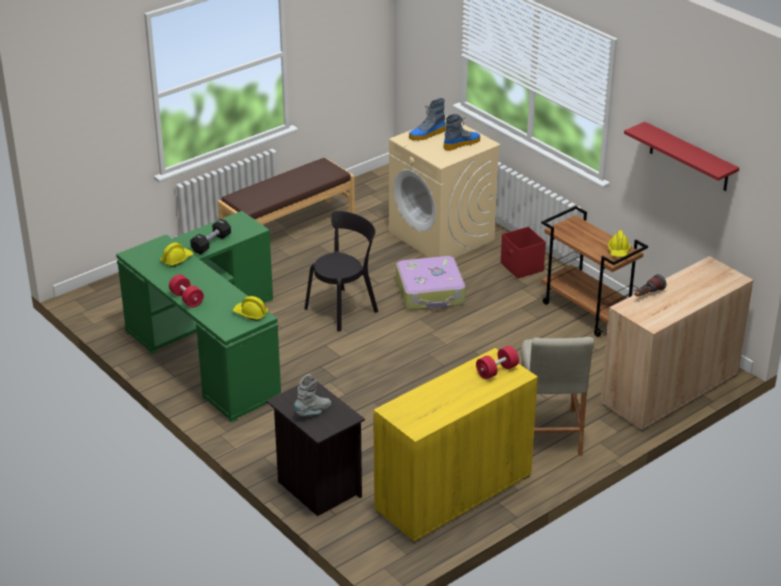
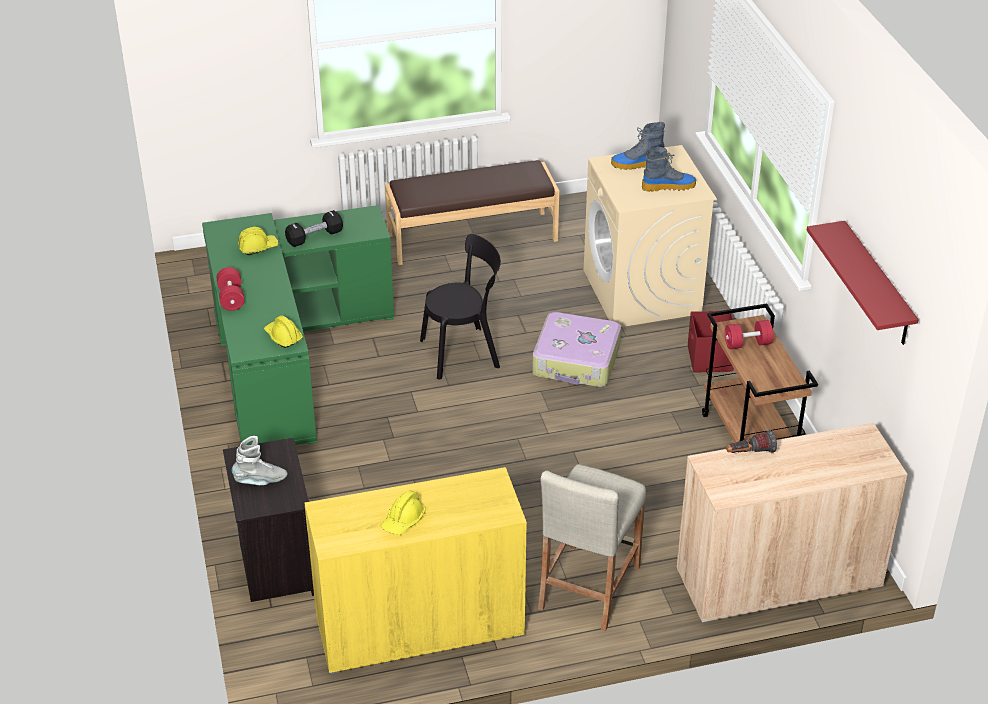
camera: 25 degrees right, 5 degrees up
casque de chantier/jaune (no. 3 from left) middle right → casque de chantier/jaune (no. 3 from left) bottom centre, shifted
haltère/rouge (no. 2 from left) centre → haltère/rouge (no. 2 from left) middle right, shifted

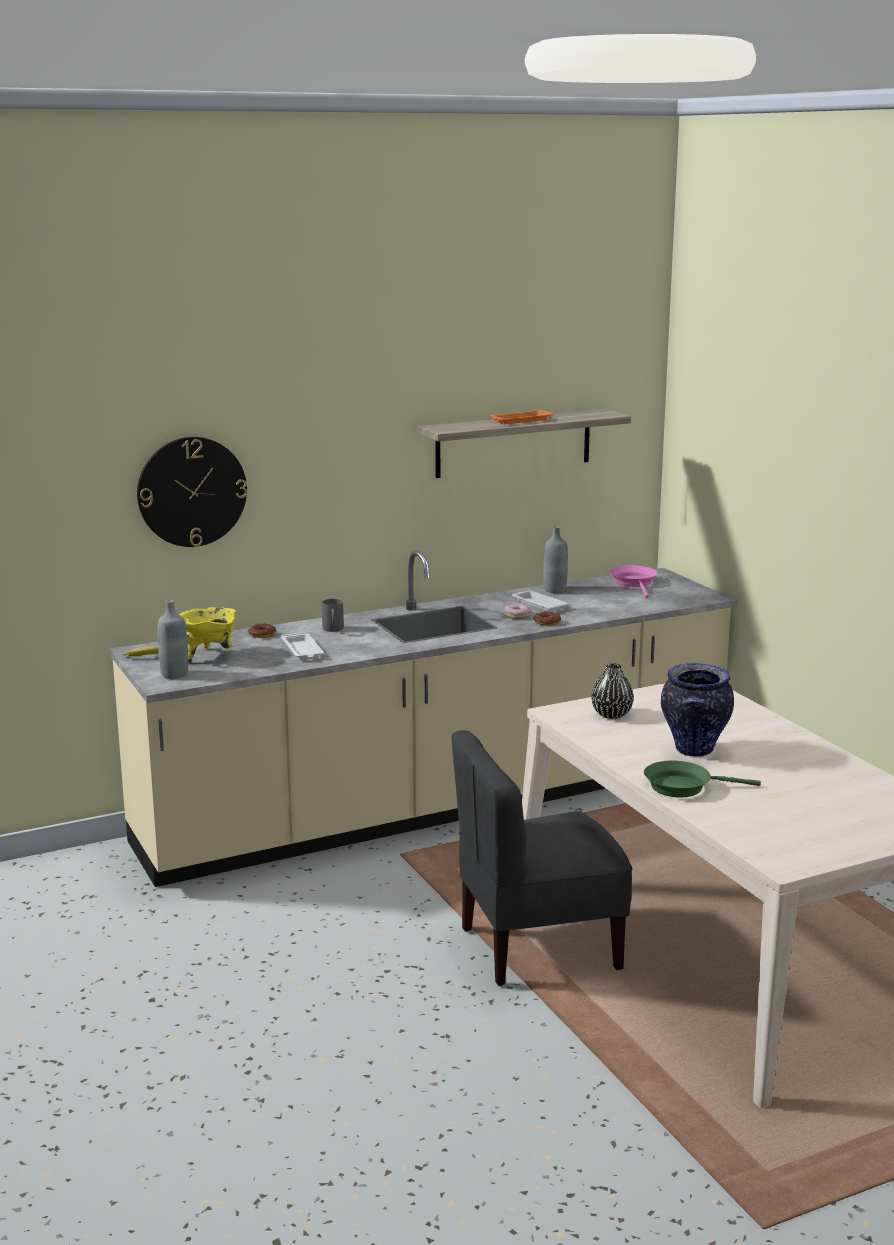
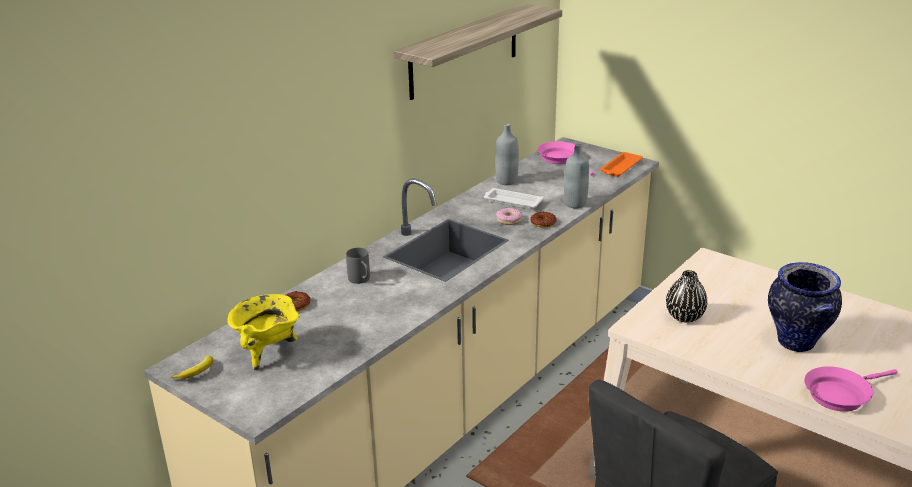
camera: 25 degrees left, 10 degrees up
bouteille/gris (no. 1 from left in the first image) middle left → bouteille/gris (no. 2 from left) centre, shifted
plateau/orange centre → plateau/orange middle right, shifted
poêle/vert middle right → poêle/rose (no. 2 from left) bottom right
horloge murale middle left → -
plateau/blanc (no. 1 from left) centre → -

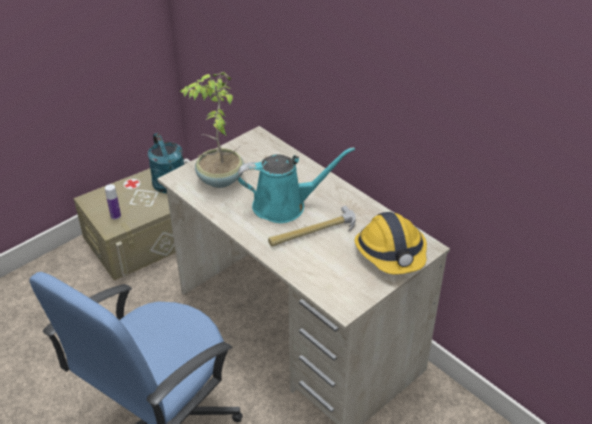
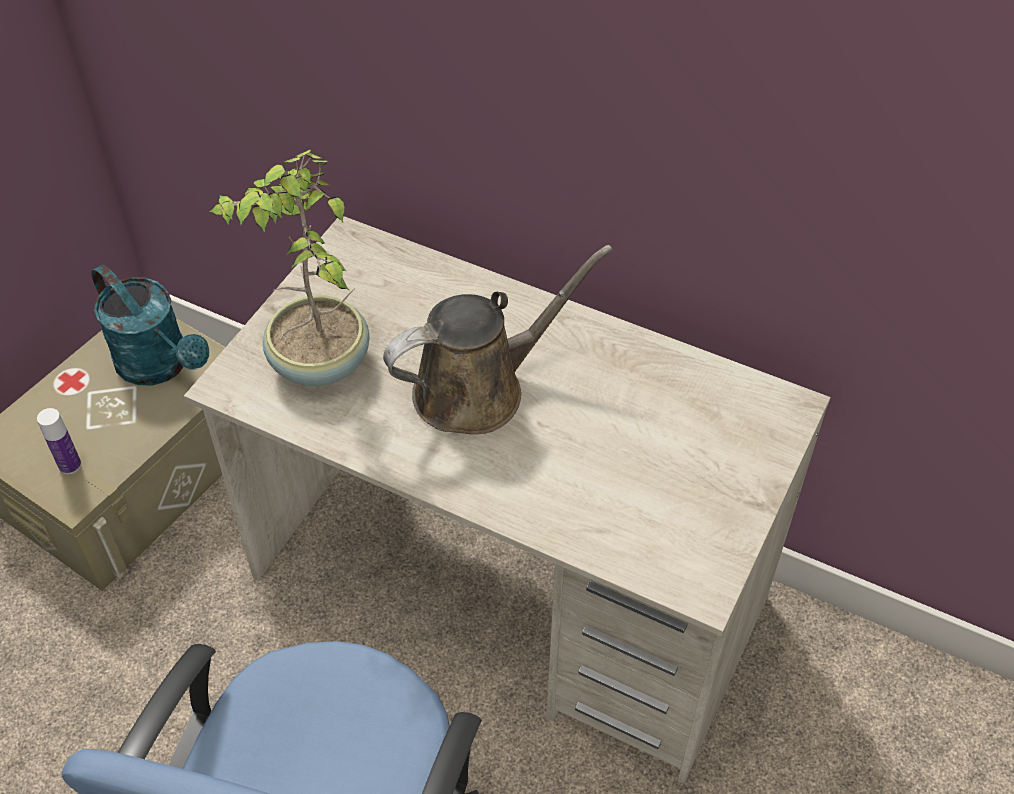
camera: 20 degrees left, 10 degrees up
arrosoir/turquoise (no. 2 from left) centre → arrosoir/marron centre
marteau centre → -
casque de chantier centre → -

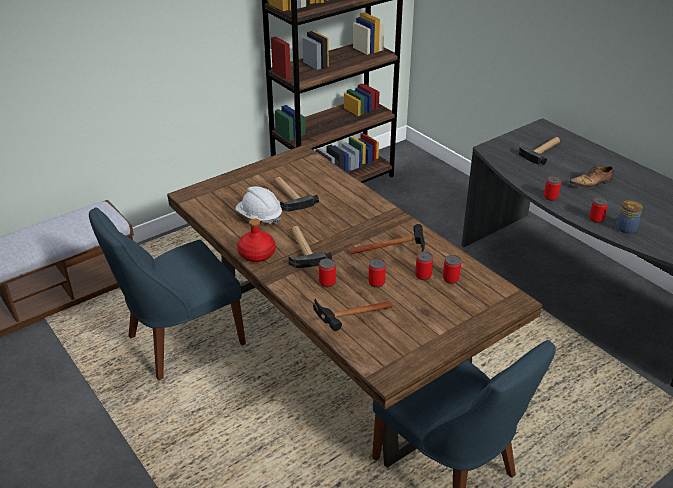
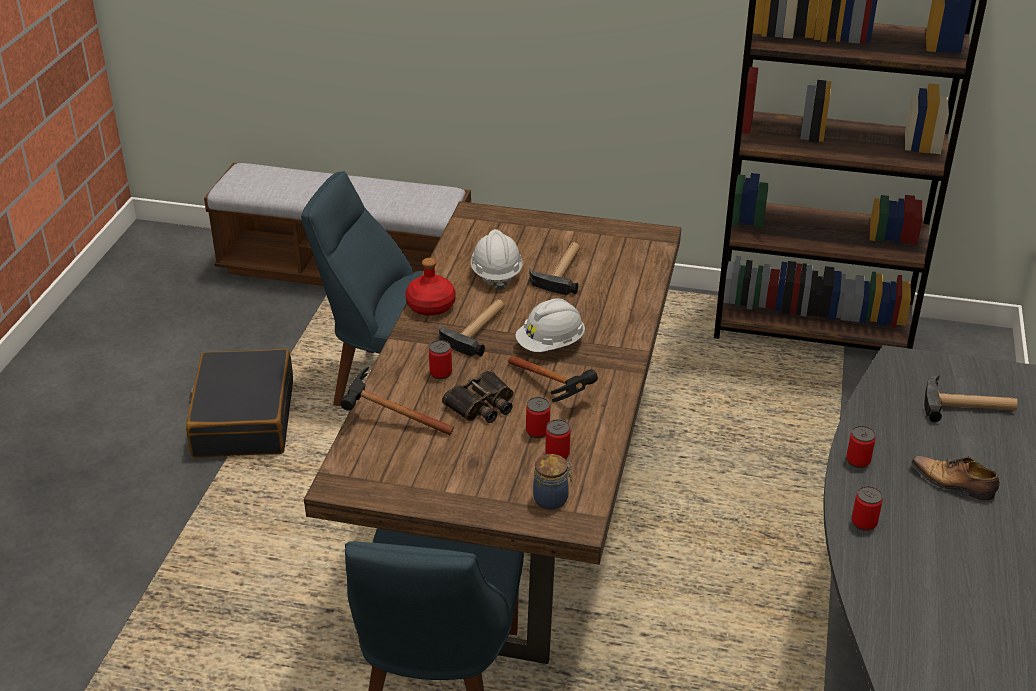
camera: 50 degrees right, 0 degrees up
- → valise/noir middle left
boîte métallique (no. 2 from left) centre → jumelles centre
- → casque de chantier/blanc (no. 2 from left) centre
bocal middle right → bocal bottom centre, shifted

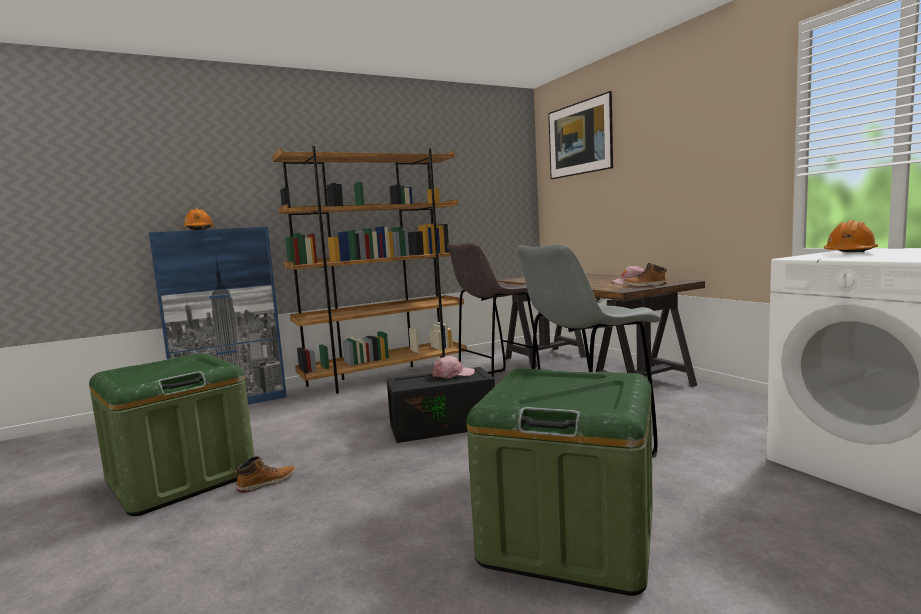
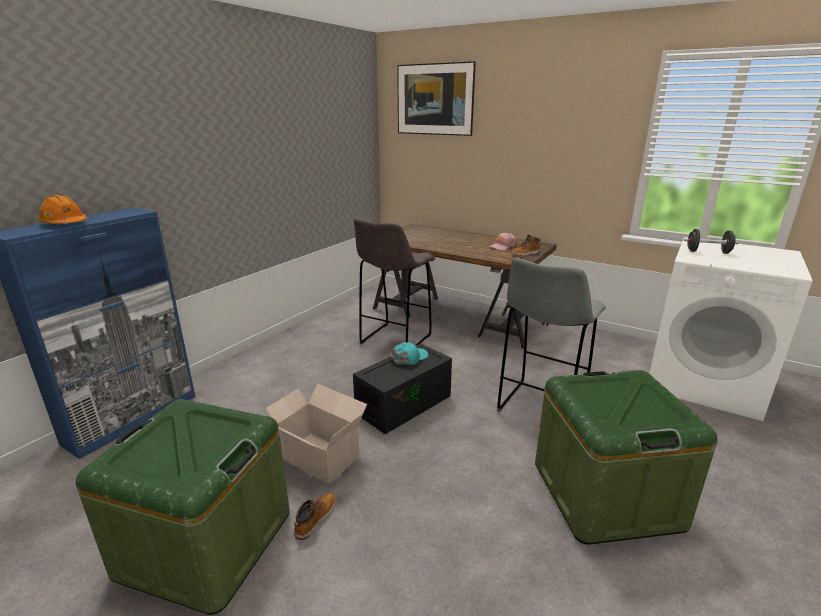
camera: 30 degrees left, 15 degrees up
- → carton bottom centre
casquette/rose (no. 1 from left) centre → casquette/turquoise centre
casque de chantier/orange (no. 2 from left) middle right → haltère/noir middle right
bibliothèque/marron centre → -

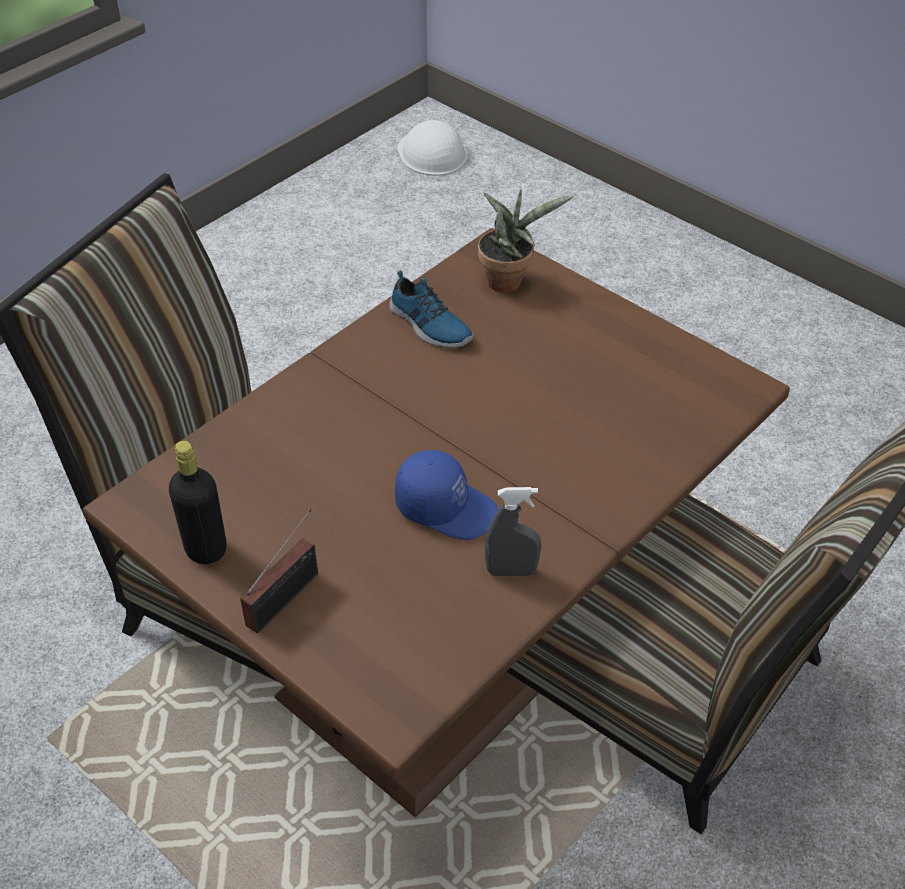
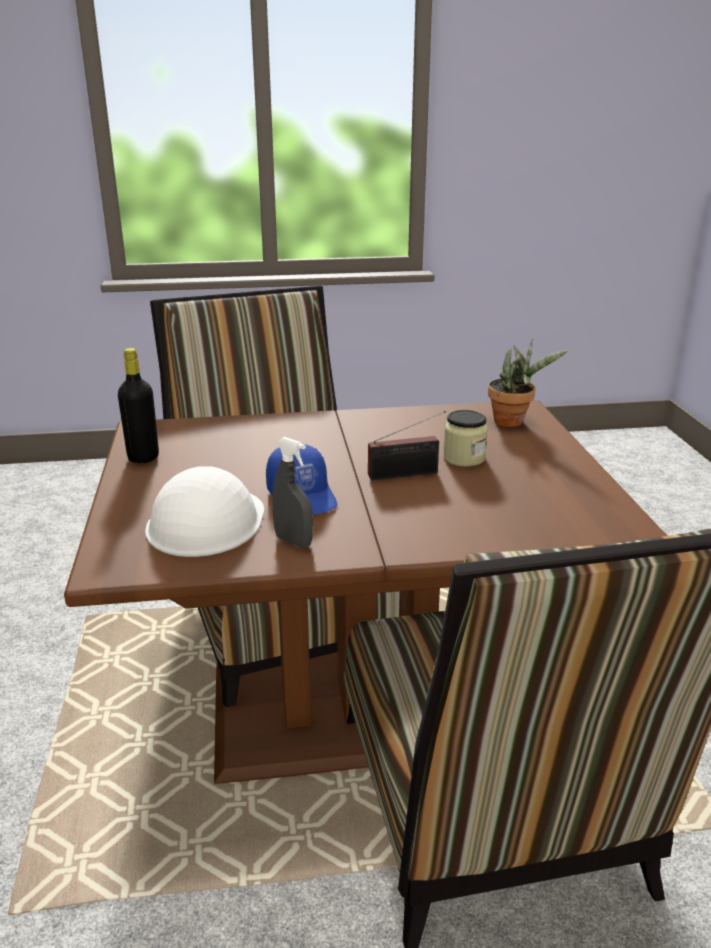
camera: 40 degrees right, 20 degrees down
casque de chantier/blanc top centre → casque de chantier/blanc middle left, shifted
radio middle left → radio centre, shifted
- → bocal centre
chaussure centre → -

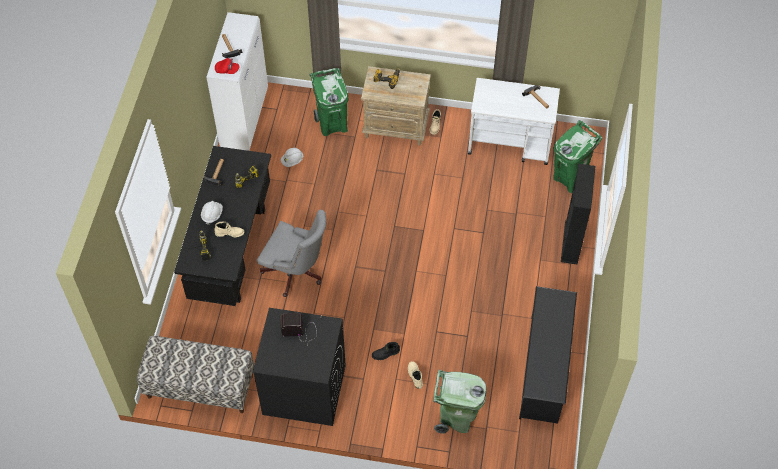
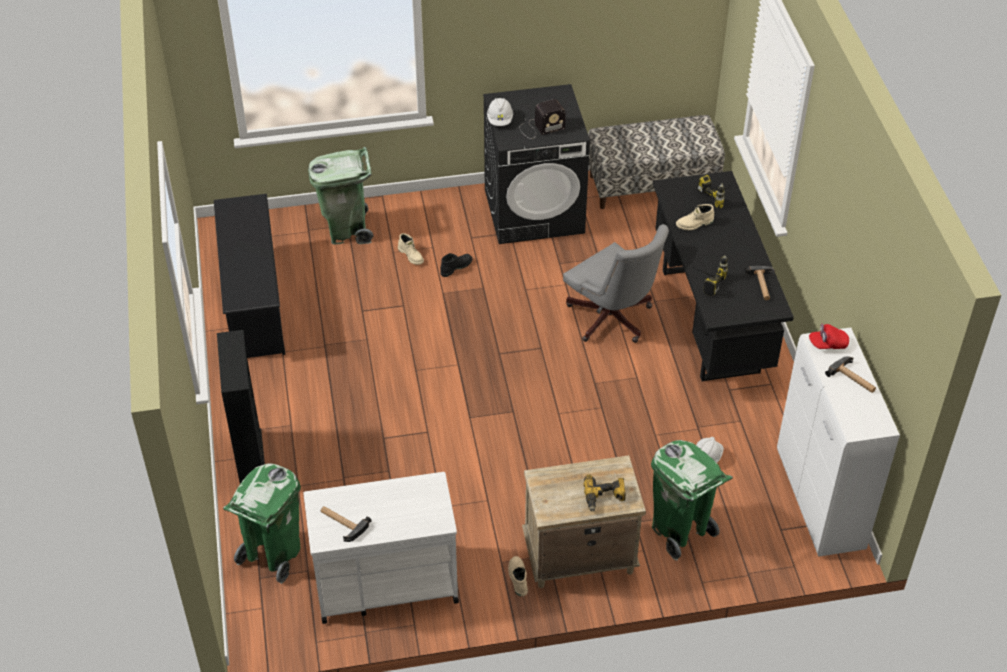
camera: 160 degrees right, 10 degrees down
casque de chantier/blanc (no. 1 from left) middle left → casque de chantier/blanc (no. 1 from left) top centre, shifted
chaise de bureau/gris centre, 135 degrees counterclockwise

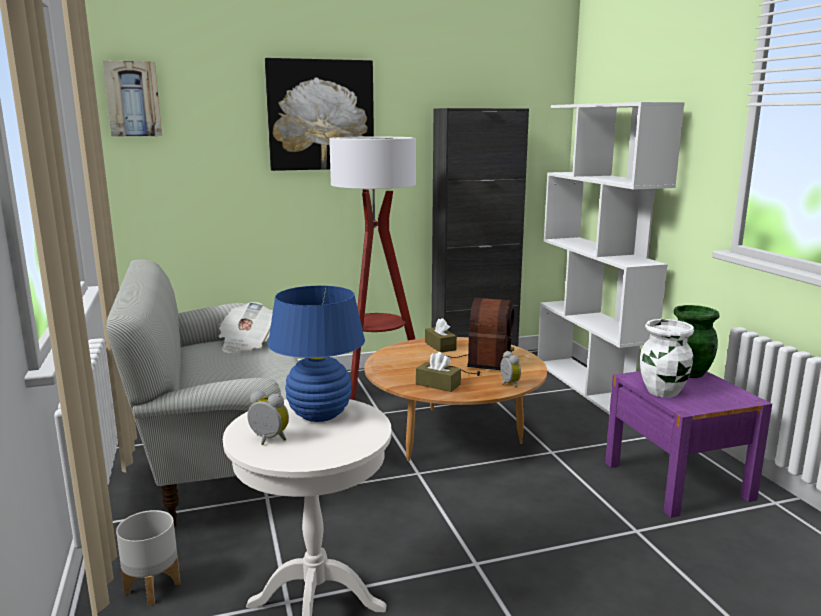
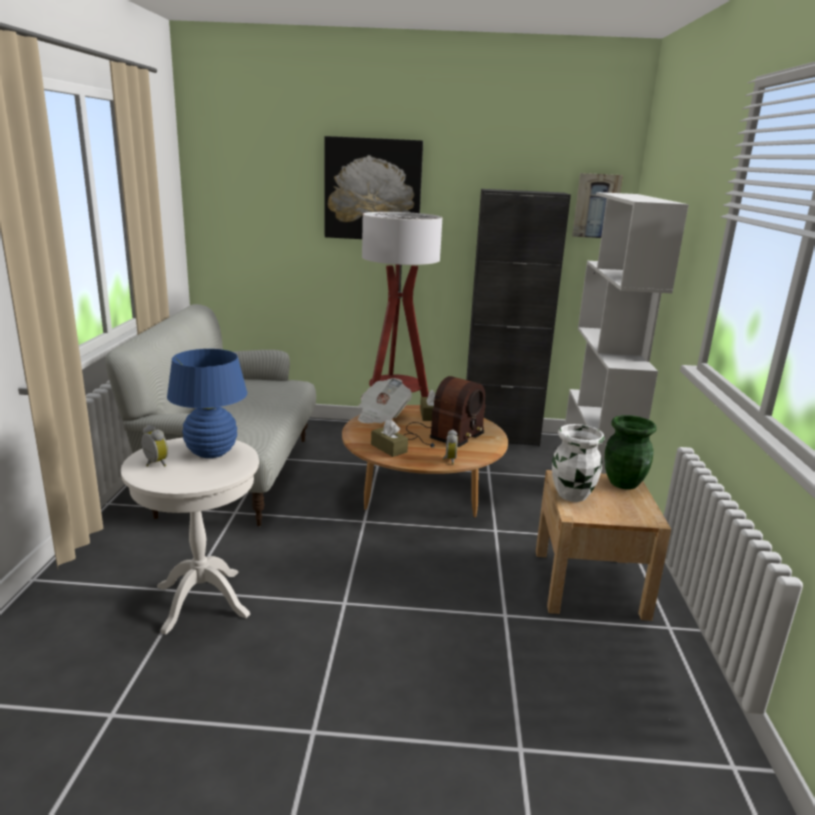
camera: 20 degrees right, 5 degrees up
journal middle left → journal centre, shifted
table de chevet/violet bottom right → table de chevet/beige bottom right
tableau (no. 1 from left in the first image) top left → tableau (no. 2 from left) top right, shifted
cache-pot/gris bottom left → -

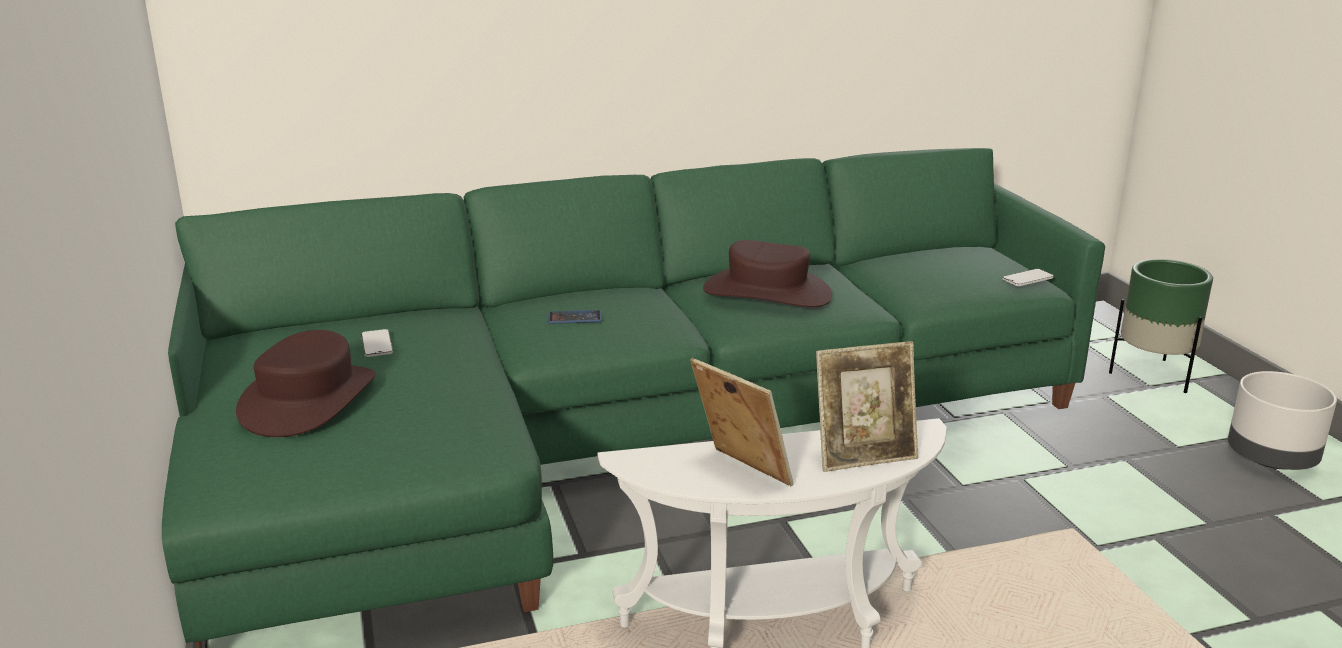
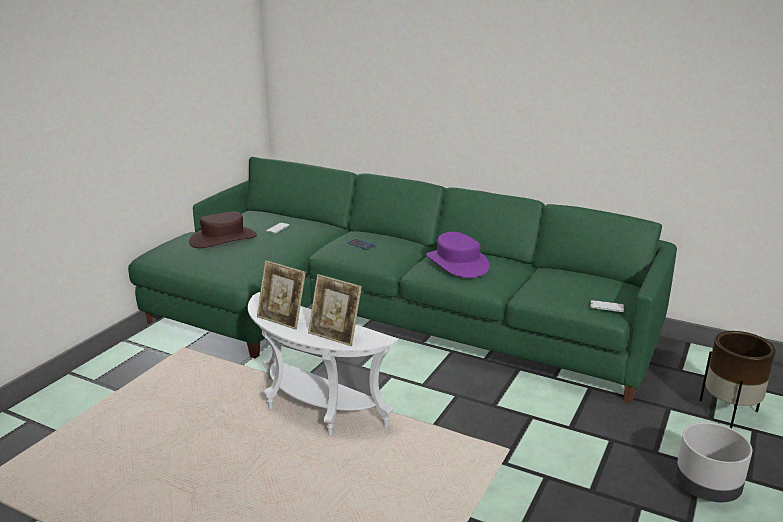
camera: 45 degrees right, 0 degrees up
cadre photo (no. 1 from left) centre, 120 degrees clockwise
chapeau/marron (no. 2 from left) centre → chapeau/violet centre
cache-pot/vert middle right → cache-pot/marron bottom right

